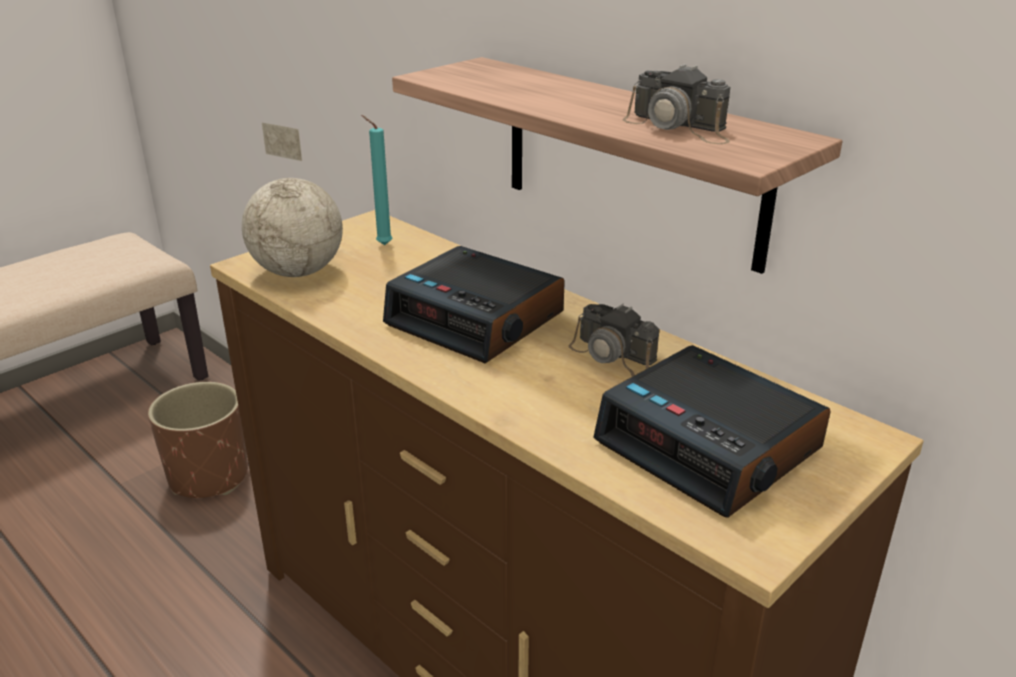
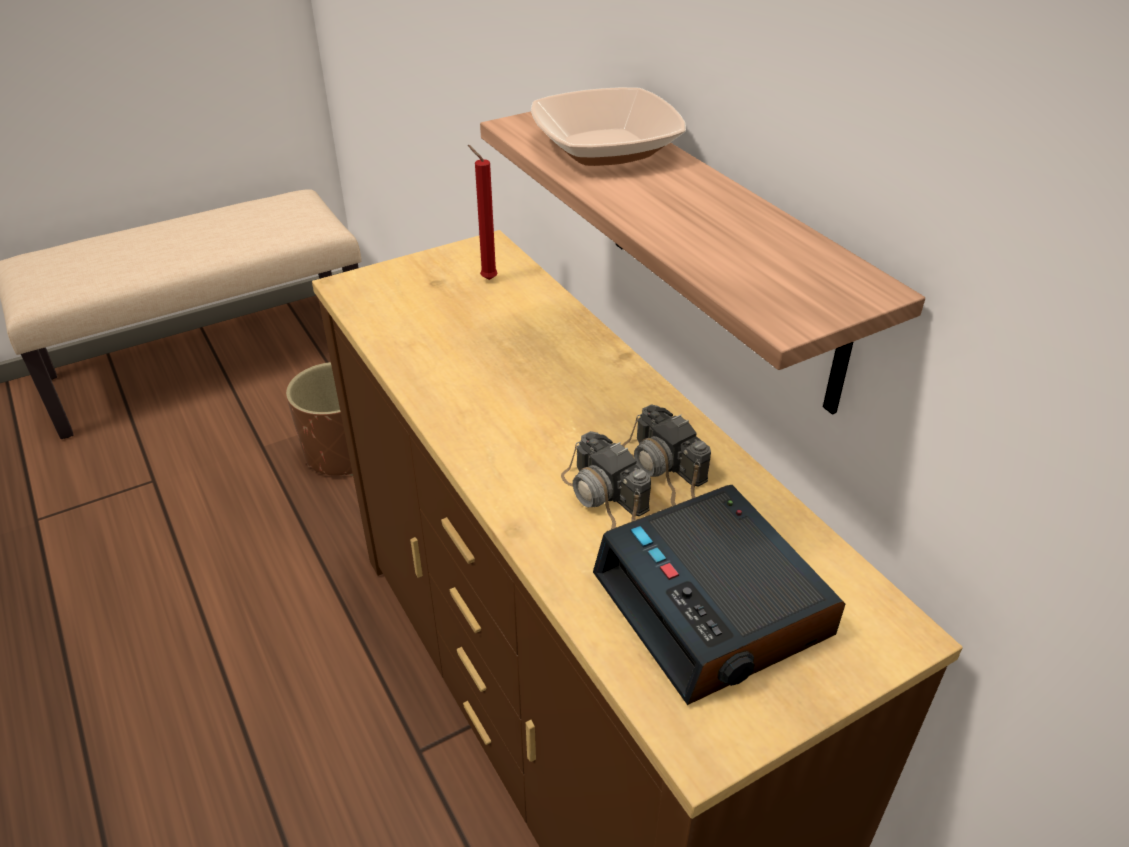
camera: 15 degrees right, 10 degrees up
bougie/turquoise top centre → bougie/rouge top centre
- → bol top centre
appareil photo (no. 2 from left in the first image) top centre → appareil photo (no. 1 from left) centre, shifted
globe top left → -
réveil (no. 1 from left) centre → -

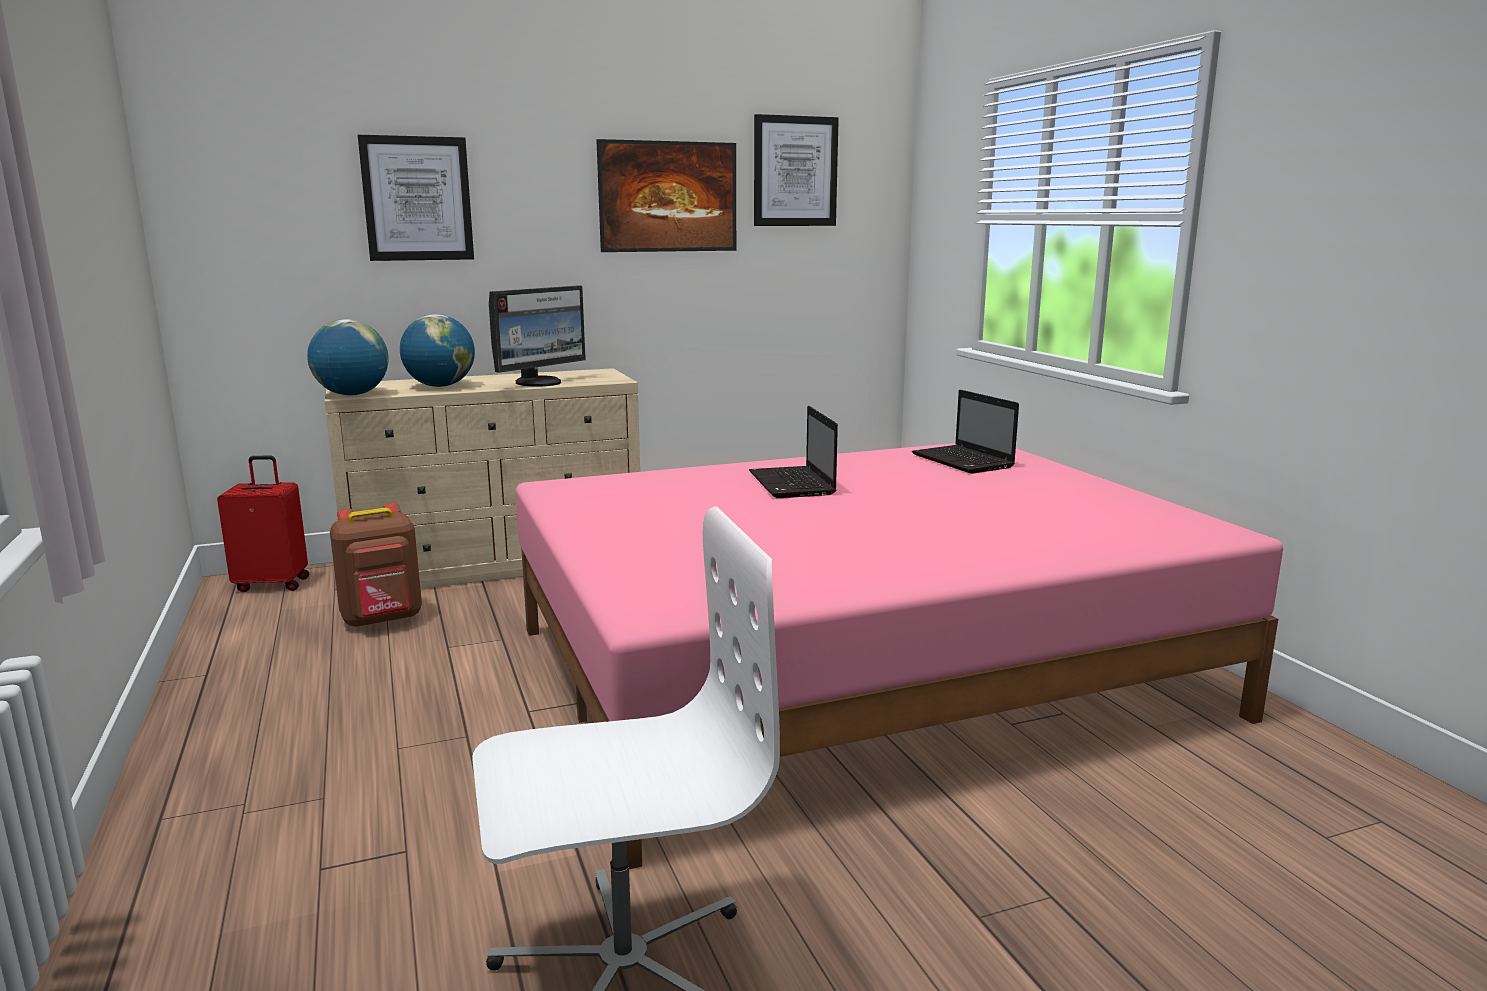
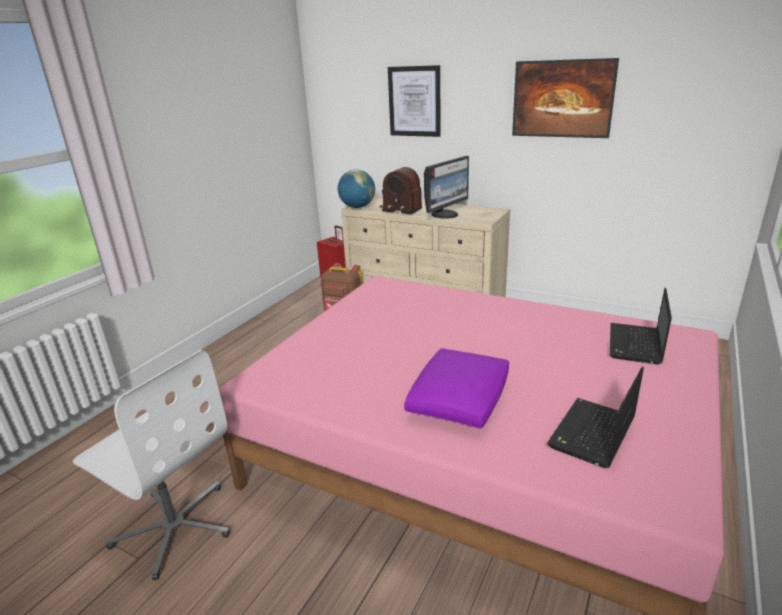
camera: 50 degrees right, 10 degrees up
globe (no. 2 from left) middle left → radio top centre
- → coussin/violet centre
écran d'ordinateur centre → écran d'ordinateur top centre, 45 degrees counterclockwise
ordinateur portable (no. 1 from left) centre → ordinateur portable (no. 1 from left) bottom right, shifted
tableau (no. 3 from left) top centre → -

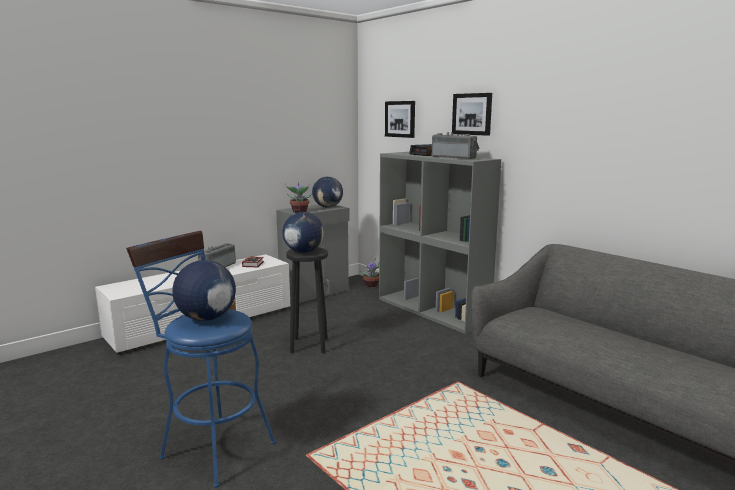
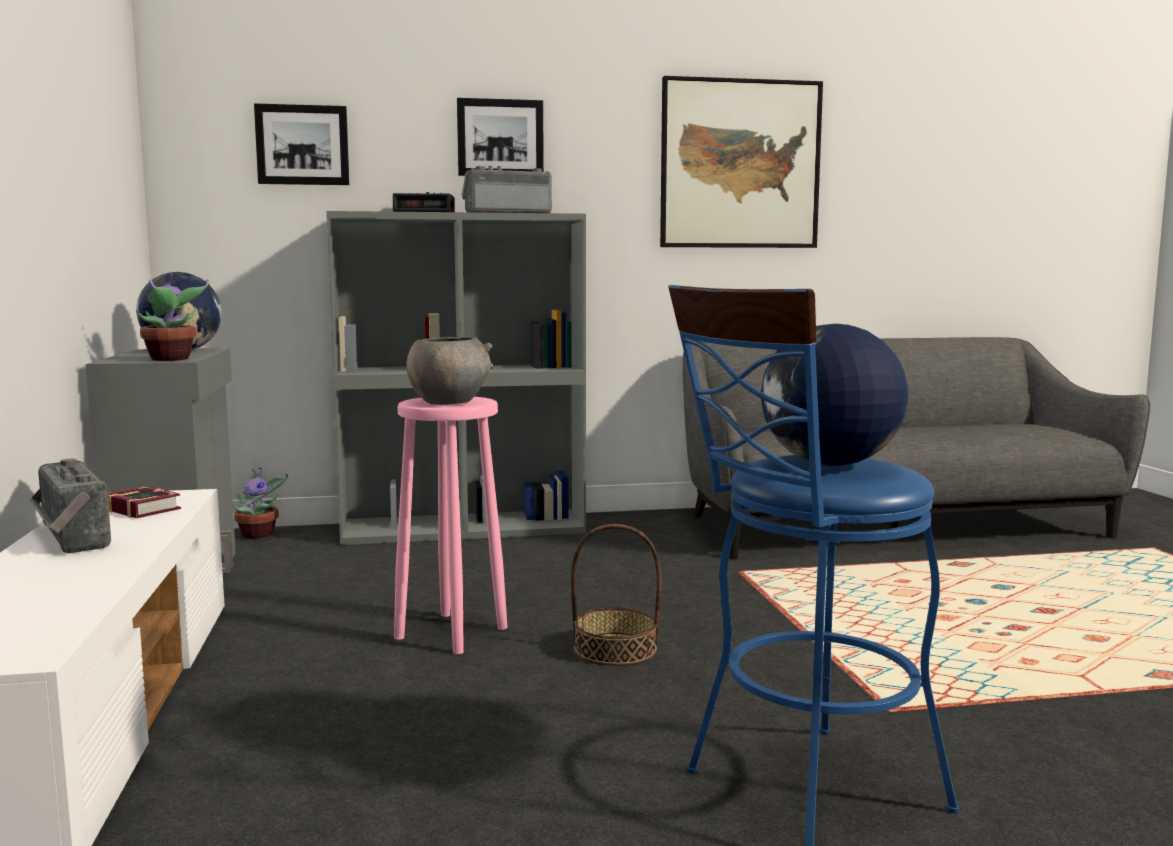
camera: 60 degrees left, 5 degrees down
tabouret/noir centre → tabouret/rose centre
globe (no. 2 from left) centre → bol/gris centre
- → panier bottom centre
- → tableau (no. 3 from left) top centre

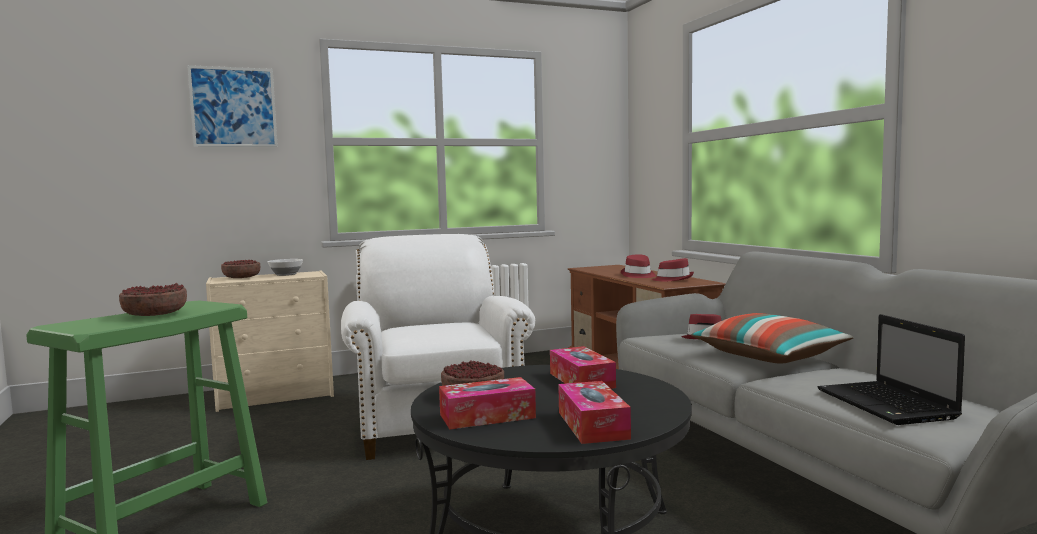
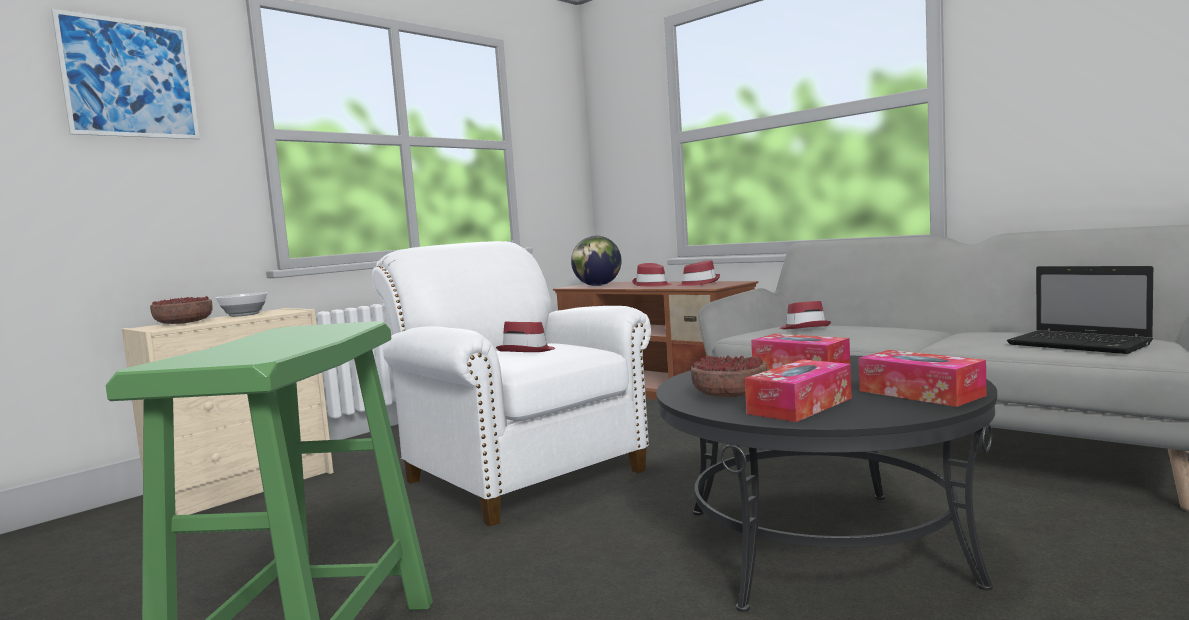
camera: 25 degrees left, 0 degrees up
- → chapeau/rouge (no. 1 from left) centre
- → globe centre
bol (no. 1 from left) middle left → -
coussin middle right → -

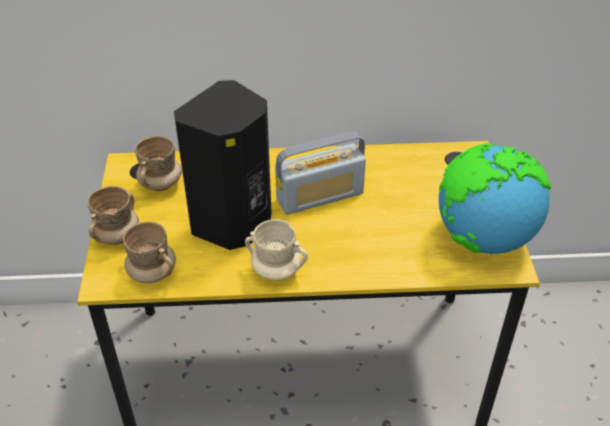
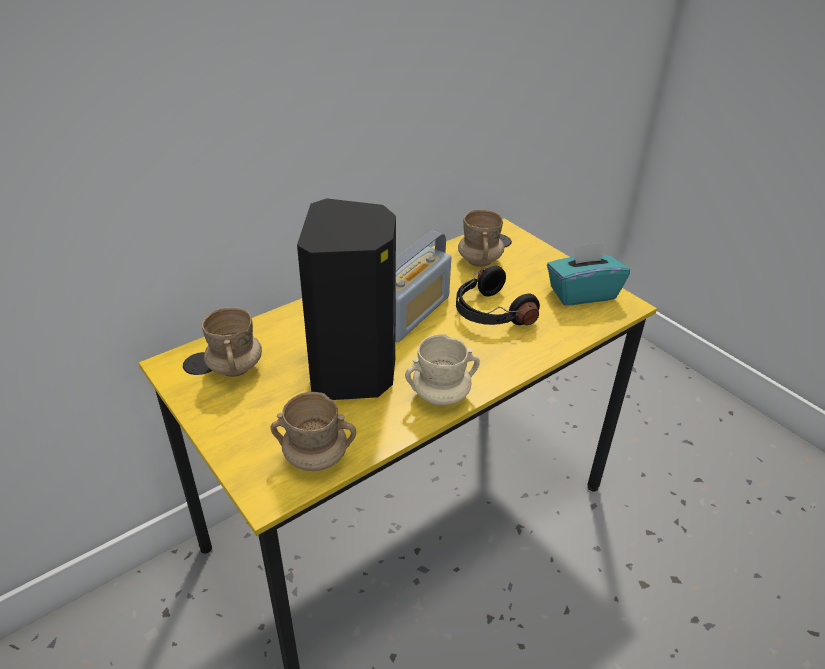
camera: 35 degrees left, 5 degrees down
- → casque audio/noir centre
mug/beige (no. 1 from left in the first image) middle left → mug/beige (no. 4 from left) centre, shifted
globe middle right → boîte à mouchoirs/turquoise middle right

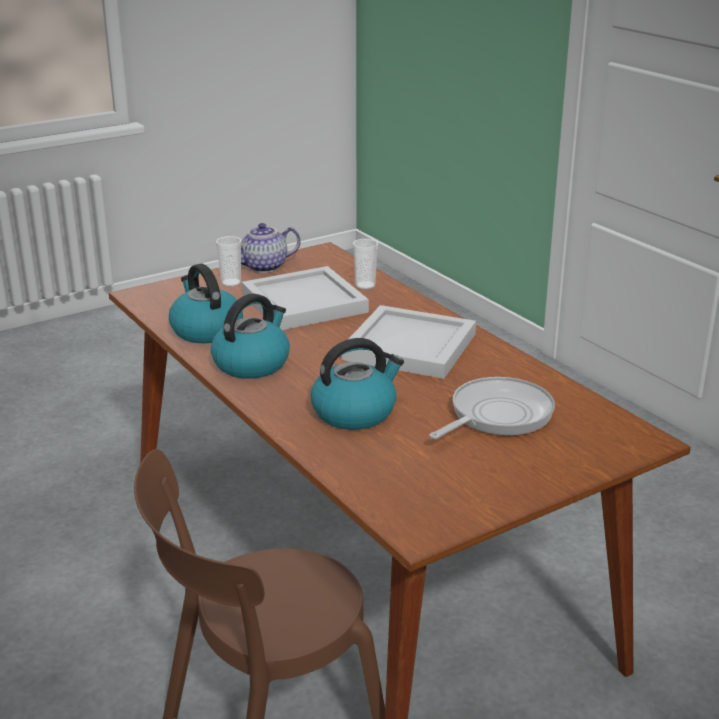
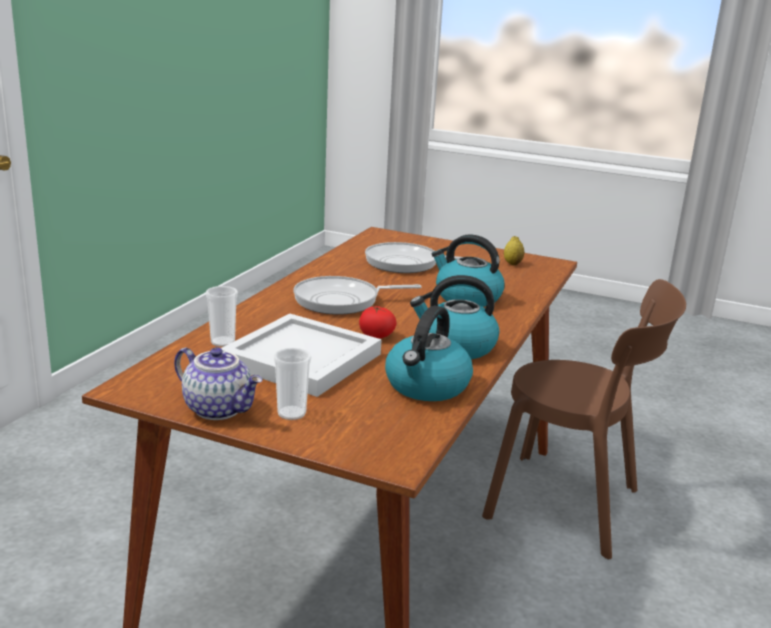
camera: 125 degrees left, 5 degrees down
plateau/blanc (no. 2 from left) centre → poêle (no. 1 from left) centre
- → tomate centre
- → citron middle right

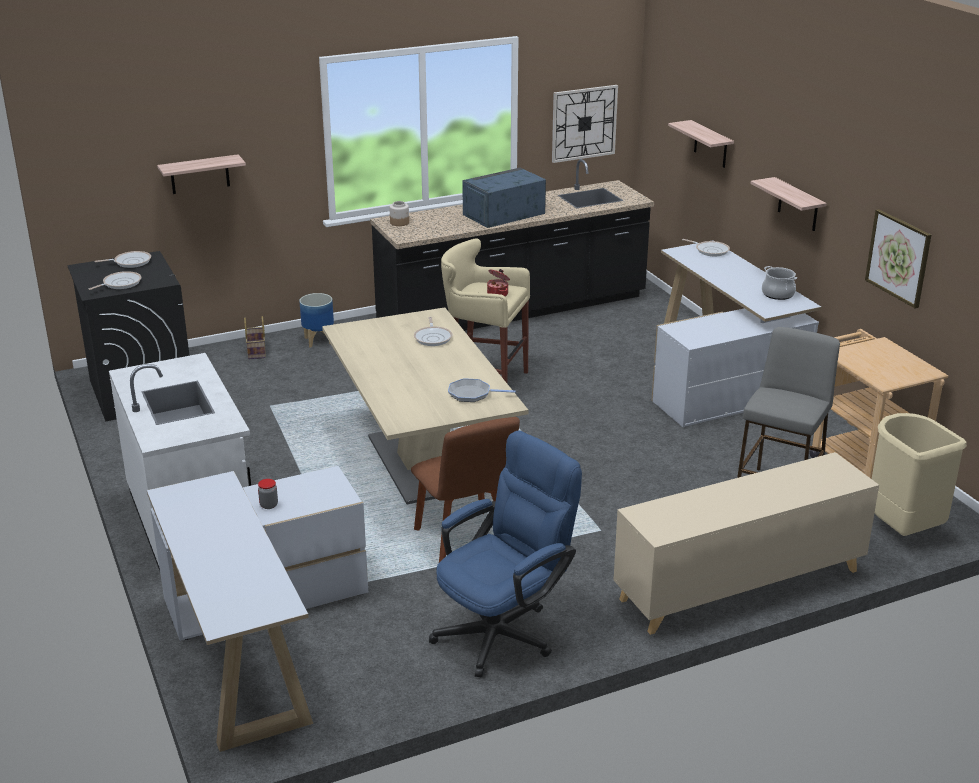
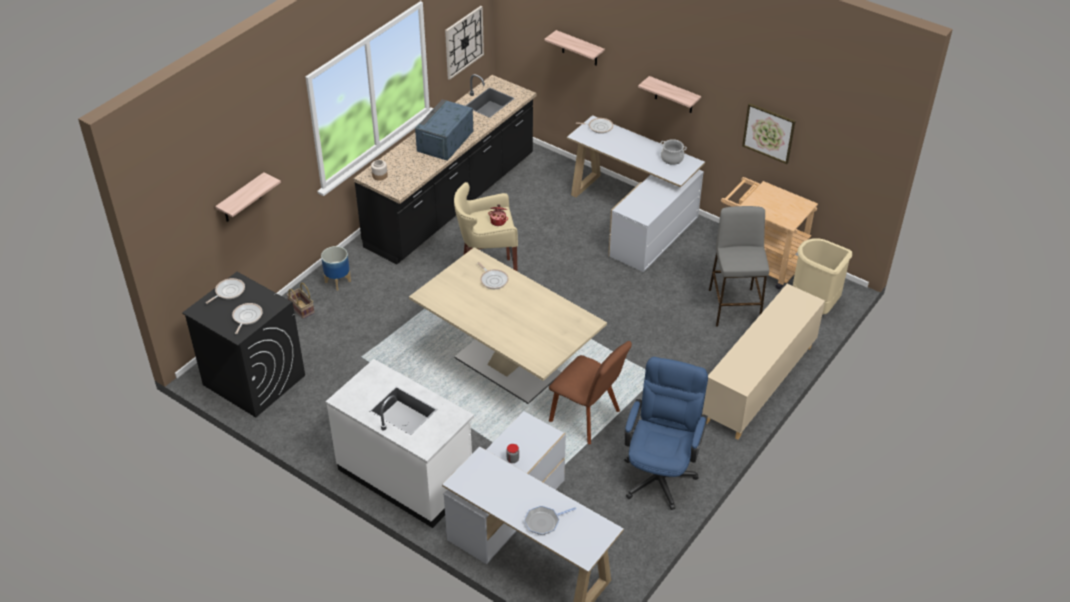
camera: 30 degrees left, 15 degrees up
poêle (no. 4 from left) centre → poêle (no. 4 from left) bottom centre, shifted

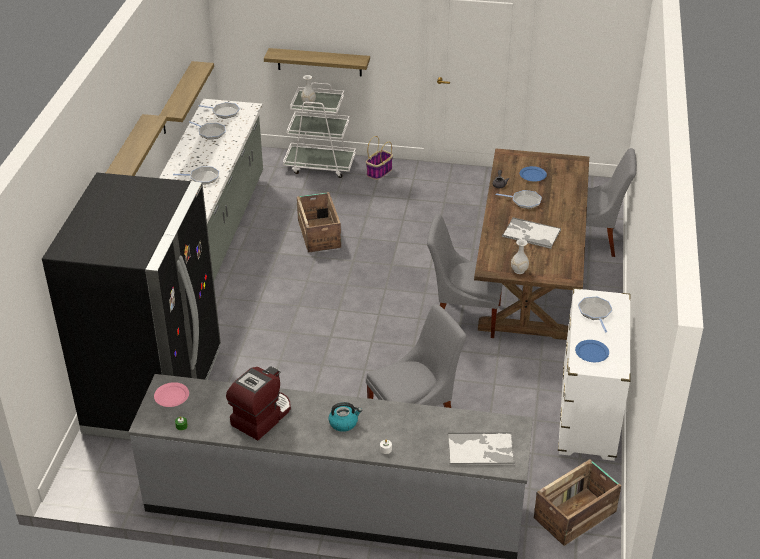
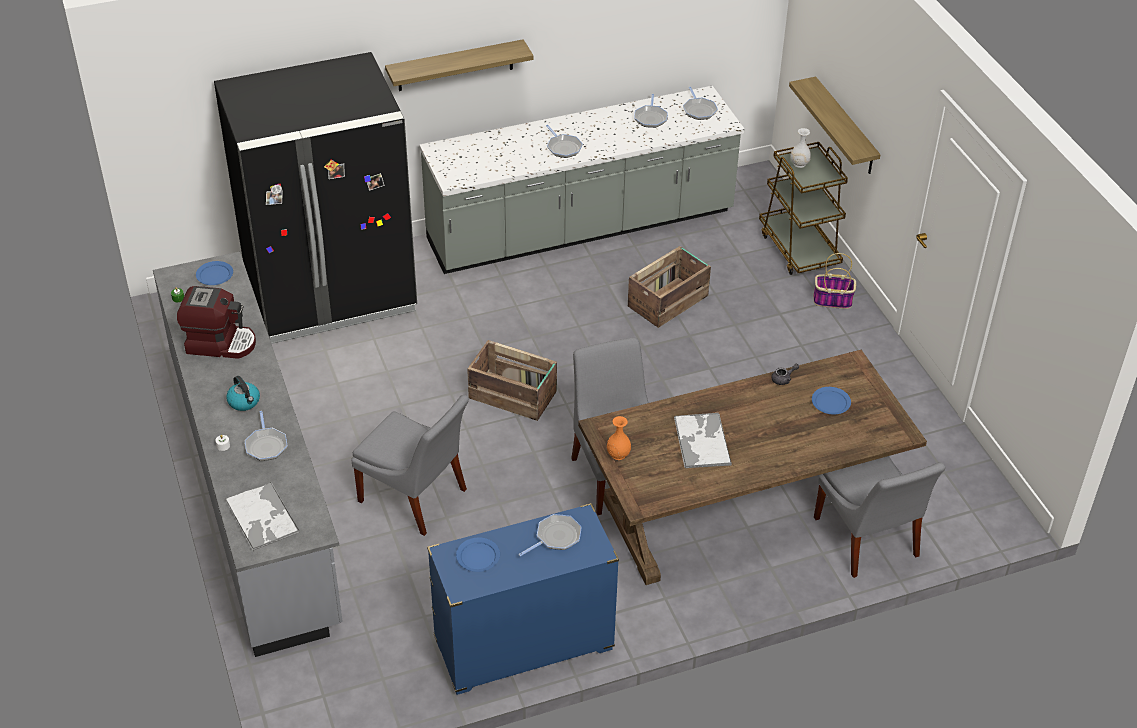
camera: 60 degrees right, 5 degrees up
assiette/rose bottom left → assiette/bleu (no. 1 from left) middle left
poêle (no. 4 from left in the first image) middle right → poêle (no. 1 from left) middle left, shifted
commode/blanc bottom right → commode/bleu bottom centre
caisse (no. 2 from left in the first image) bottom right → caisse (no. 1 from left) centre, shifted
vase/blanc (no. 2 from left) middle right → vase/orange centre
chariot/blanc top centre → chariot/marron top right
étagère (no. 2 from left) top left → -

